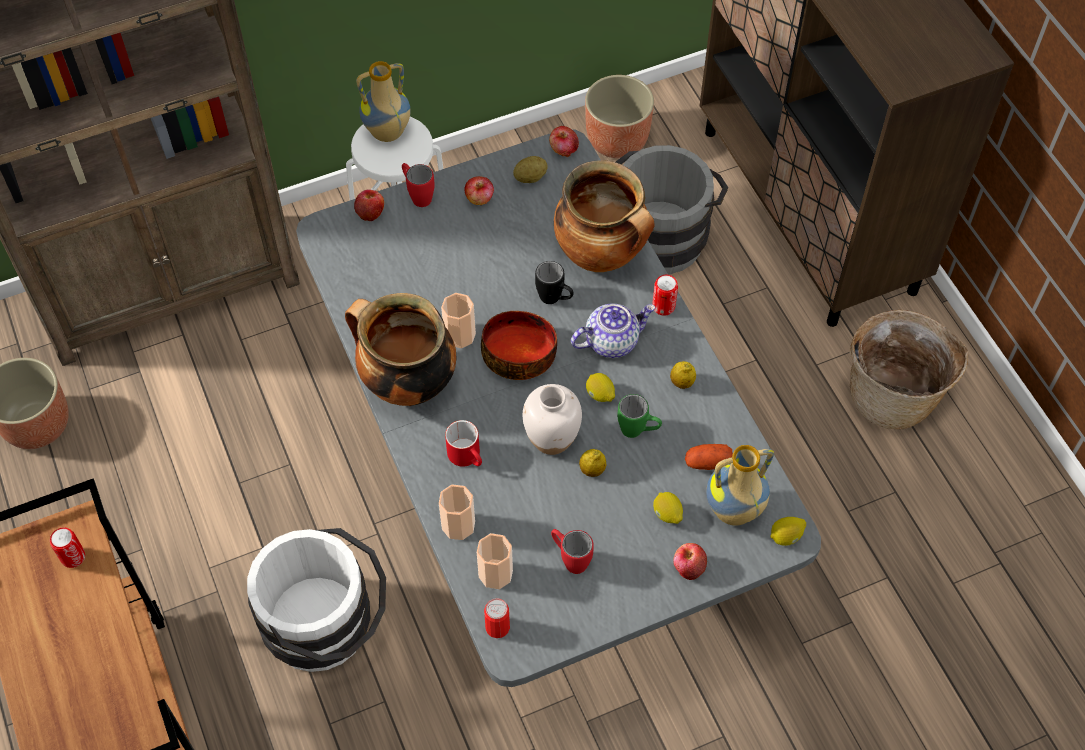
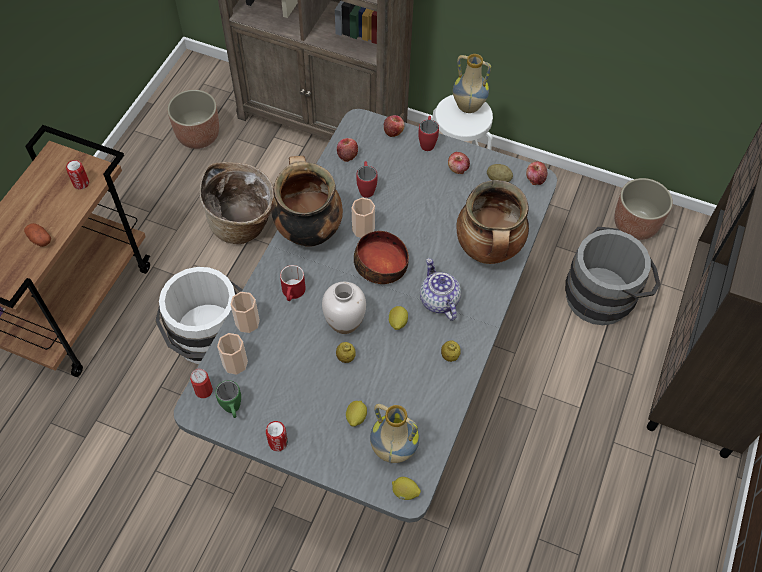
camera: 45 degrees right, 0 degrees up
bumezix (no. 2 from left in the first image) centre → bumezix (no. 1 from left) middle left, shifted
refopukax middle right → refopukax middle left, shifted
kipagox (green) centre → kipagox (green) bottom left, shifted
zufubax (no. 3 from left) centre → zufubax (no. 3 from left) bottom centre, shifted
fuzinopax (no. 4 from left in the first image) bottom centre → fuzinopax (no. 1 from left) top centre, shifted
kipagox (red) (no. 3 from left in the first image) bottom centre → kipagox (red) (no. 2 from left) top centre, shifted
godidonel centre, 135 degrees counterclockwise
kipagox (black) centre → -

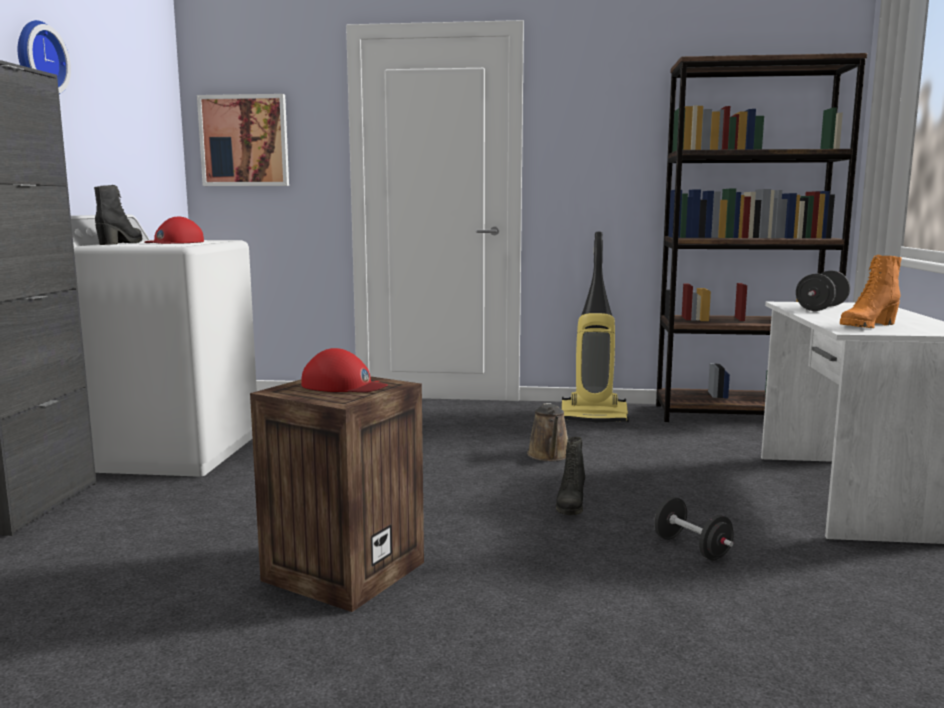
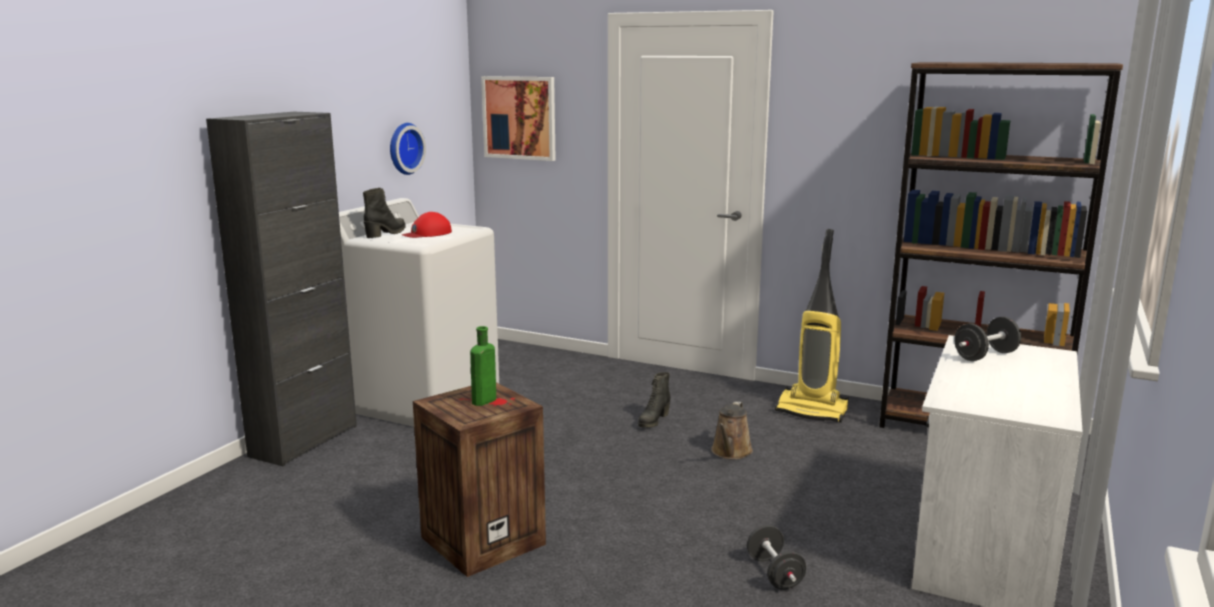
camera: 20 degrees right, 5 degrees up
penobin top left → penobin top centre, shifted
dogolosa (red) (no. 2 from left) centre → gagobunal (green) centre
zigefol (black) (no. 2 from left) bottom centre → zigefol (black) (no. 2 from left) centre, shifted
zigefol (orange) middle right → -

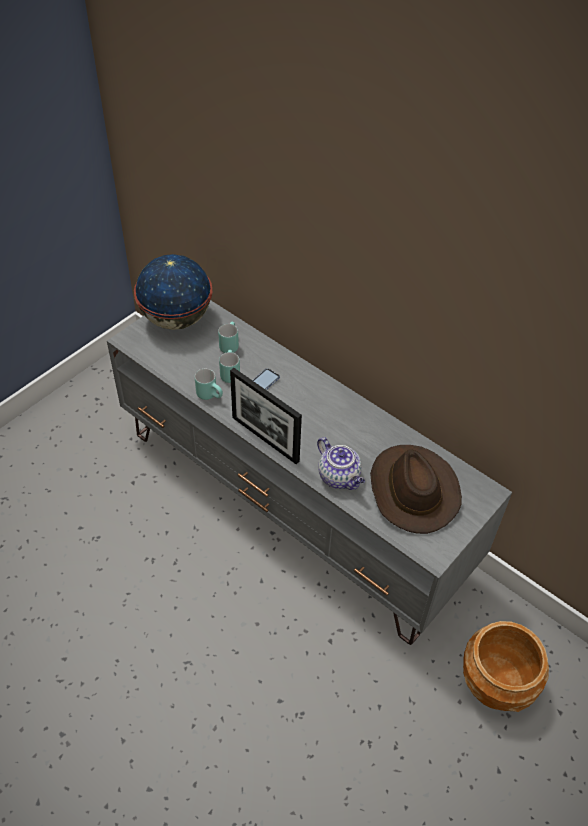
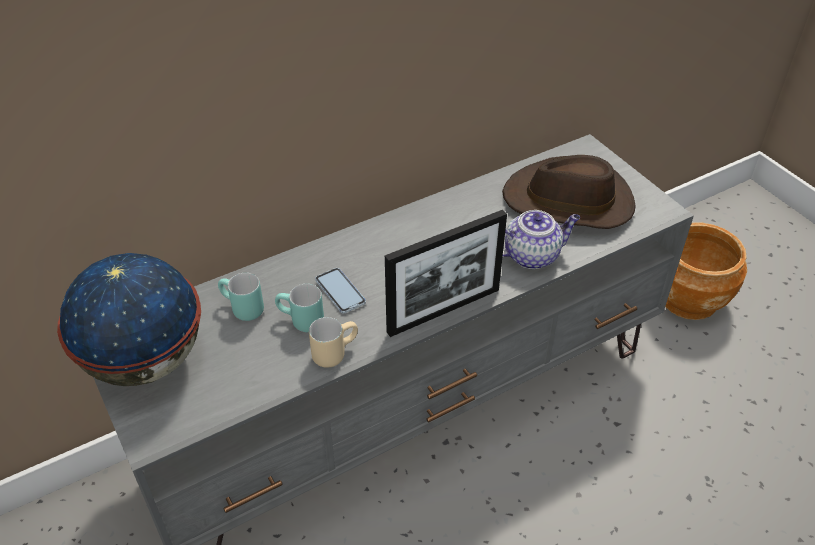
camera: 70 degrees left, 5 degrees down
kipagox (turquoise) (no. 1 from left) centre → kipagox (beige) centre

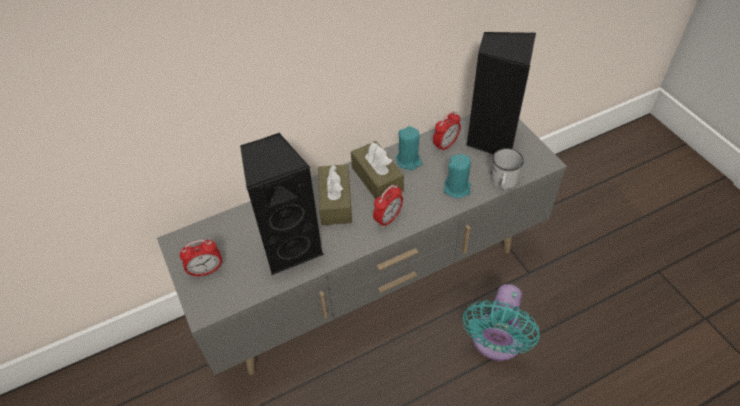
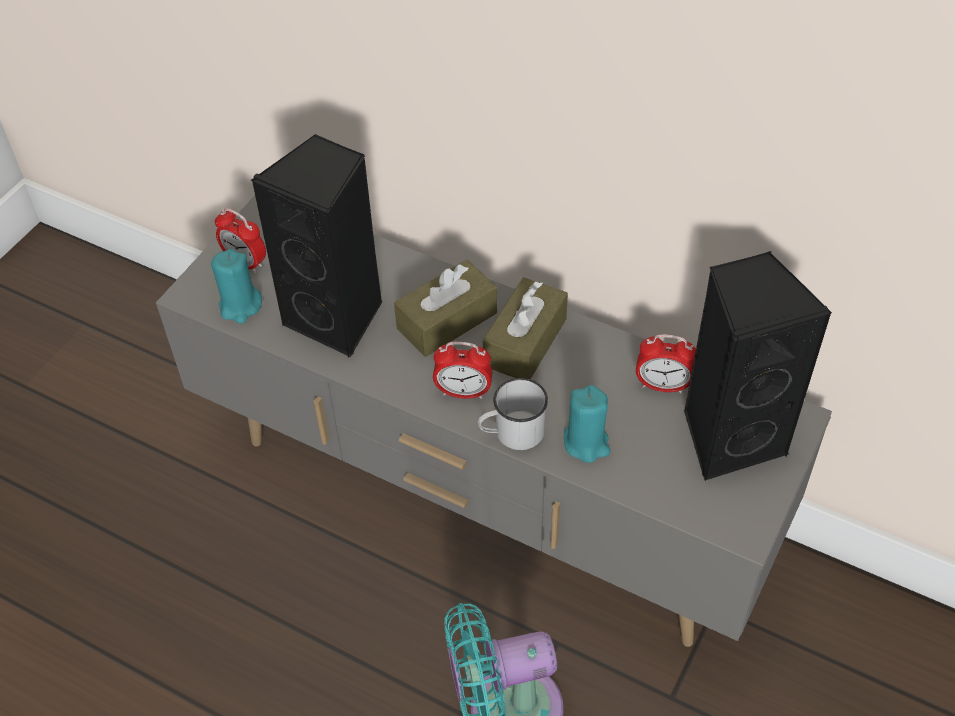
camera: 55 degrees right, 0 degrees up
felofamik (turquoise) (no. 1 from left) centre → felofamik (turquoise) (no. 1 from left) middle left, shifted
kipagox (white) middle right → kipagox (white) centre, shifted

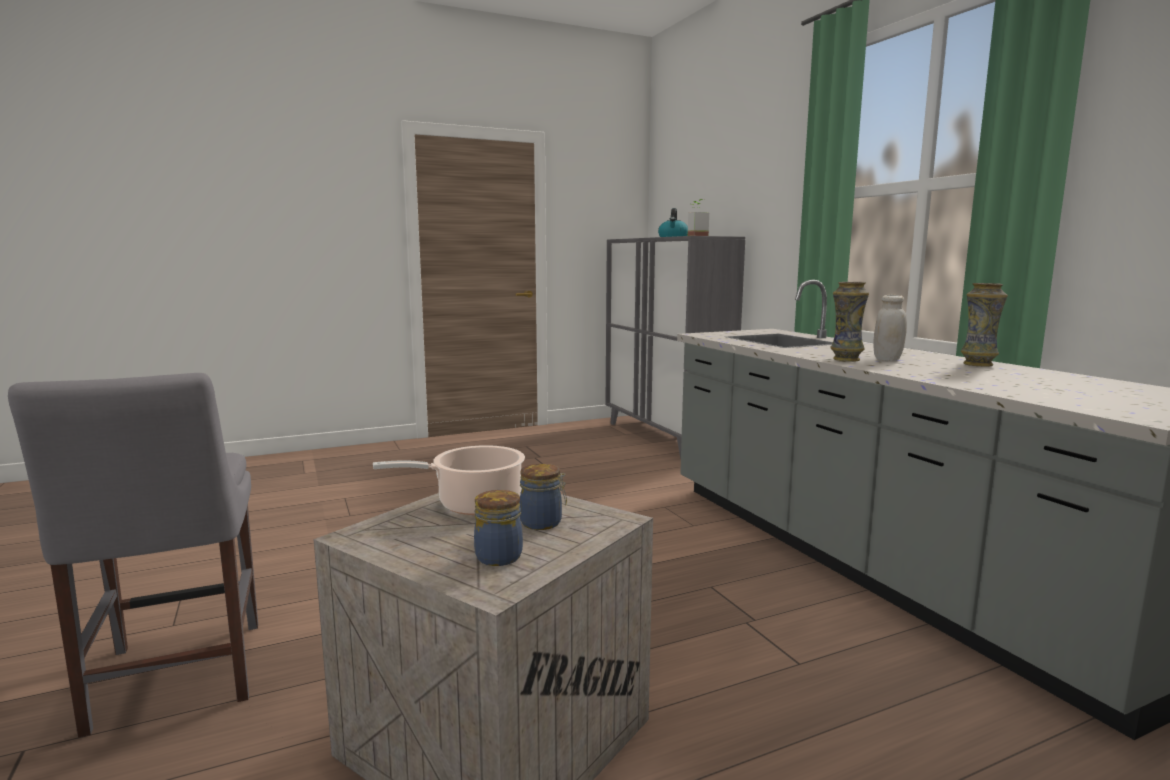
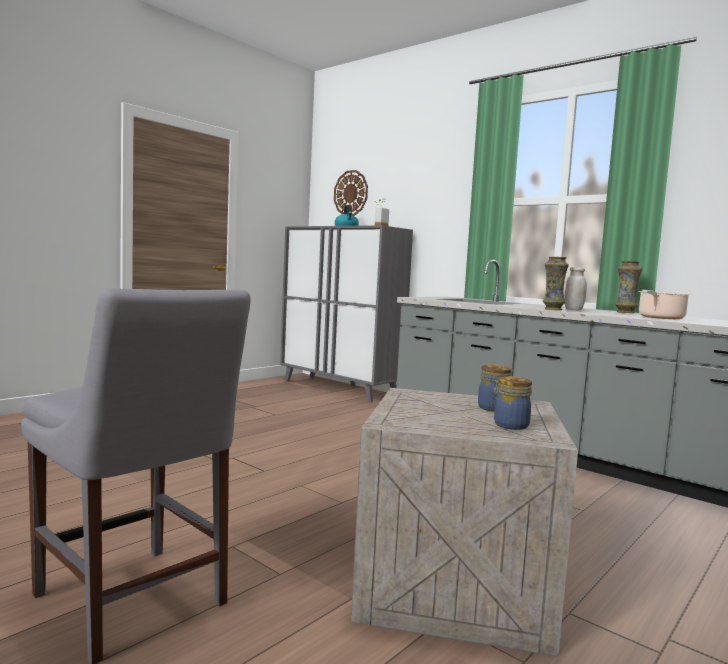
camera: 25 degrees left, 5 degrees down
- → penobin top centre
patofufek centre → patofufek middle right, shifted

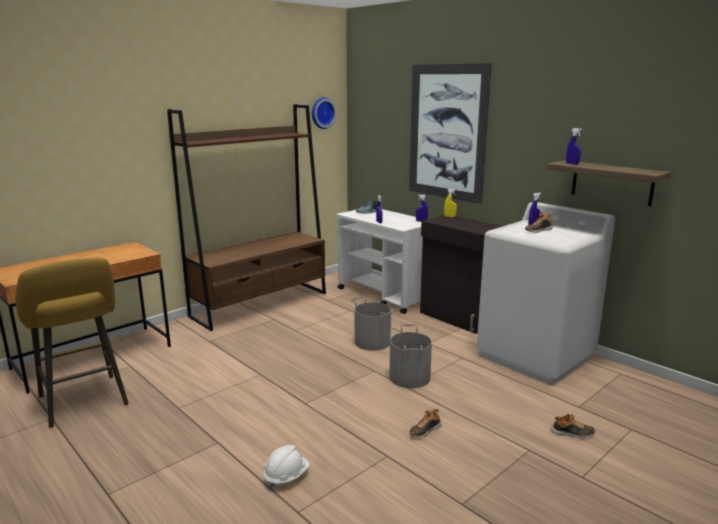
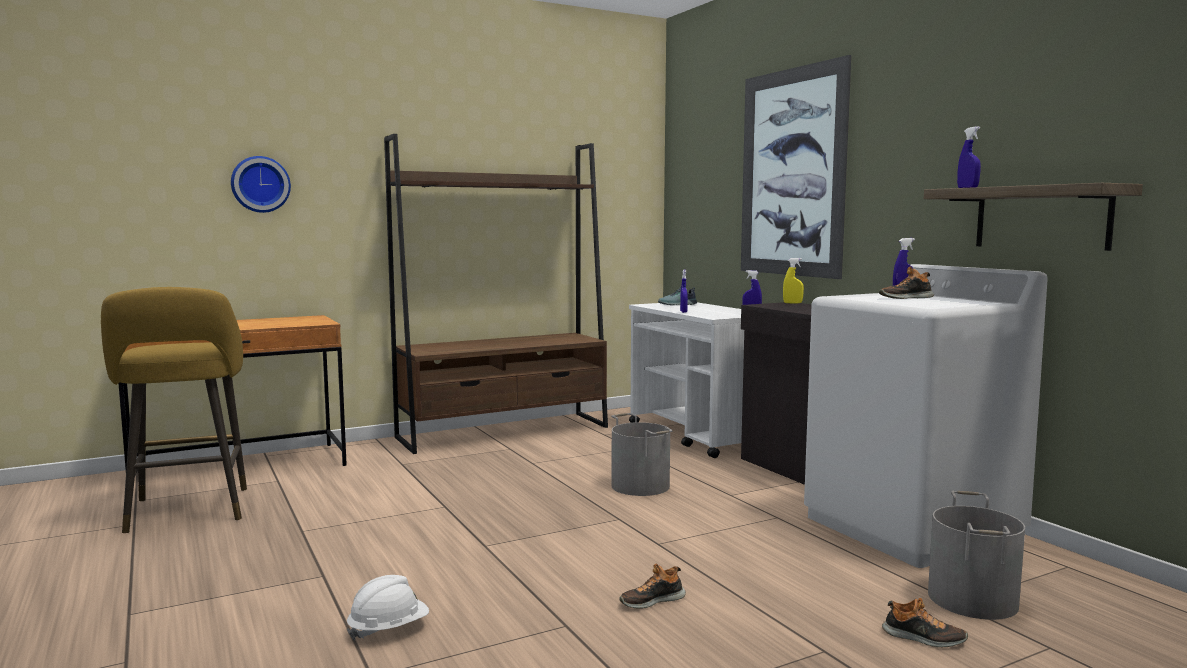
camera: 15 degrees right, 10 degrees down
penobin top centre → penobin top left, shifted
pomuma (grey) (no. 2 from left) bottom centre → pomuma (grey) (no. 2 from left) bottom right, shifted

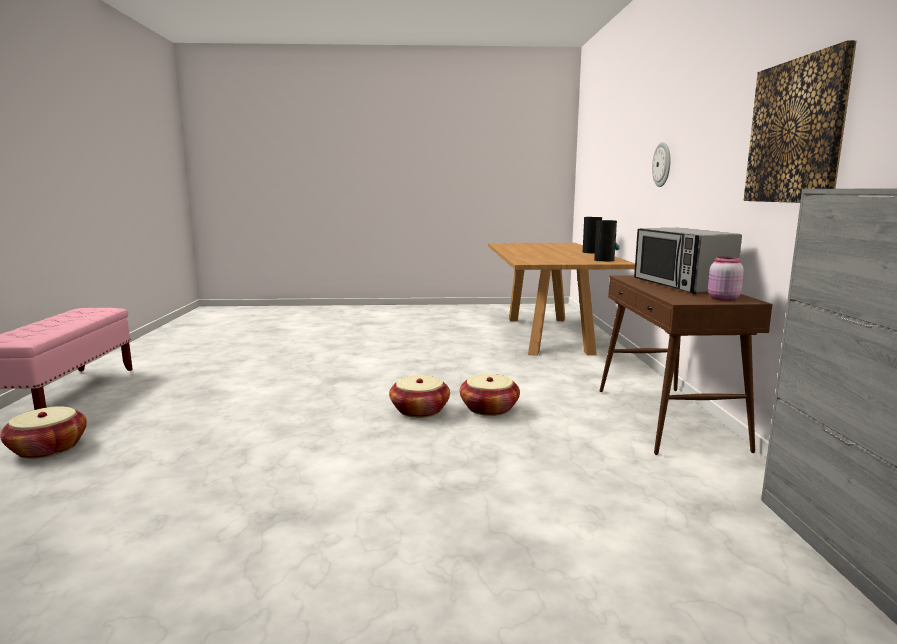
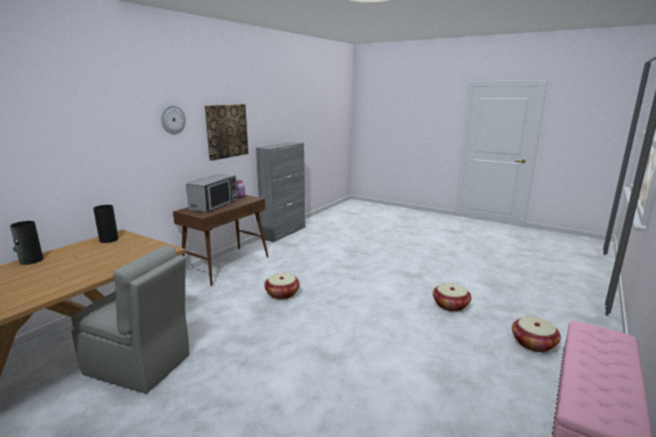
camera: 145 degrees left, 5 degrees up
- → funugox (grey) bottom left
penobin top right → penobin top left, shifted
refopukax (no. 2 from left) centre → refopukax (no. 2 from left) bottom right, shifted

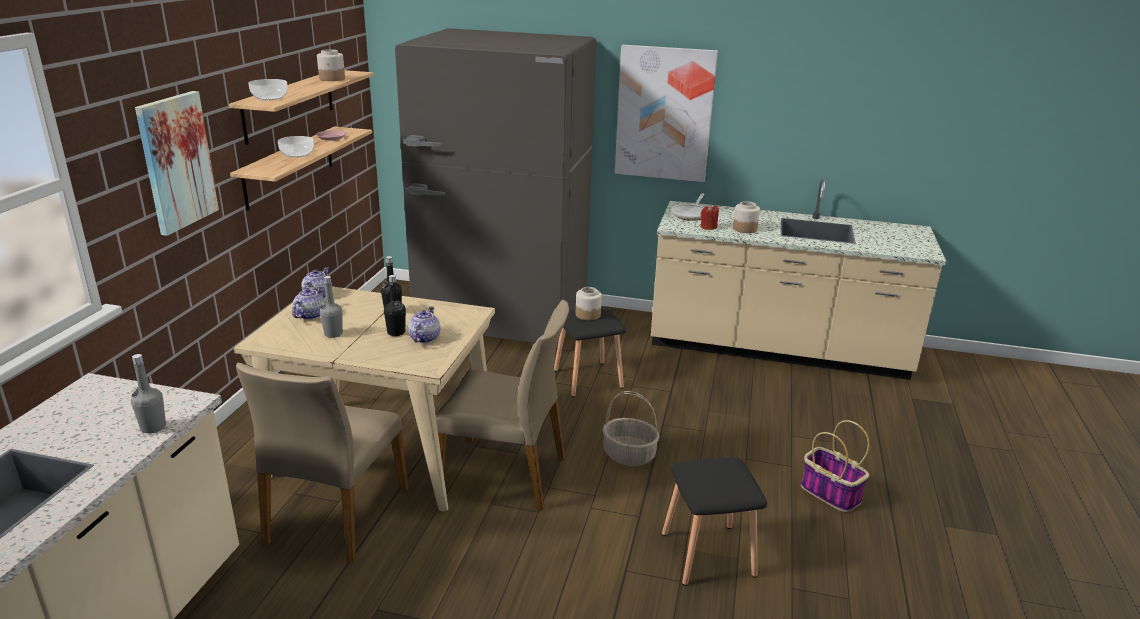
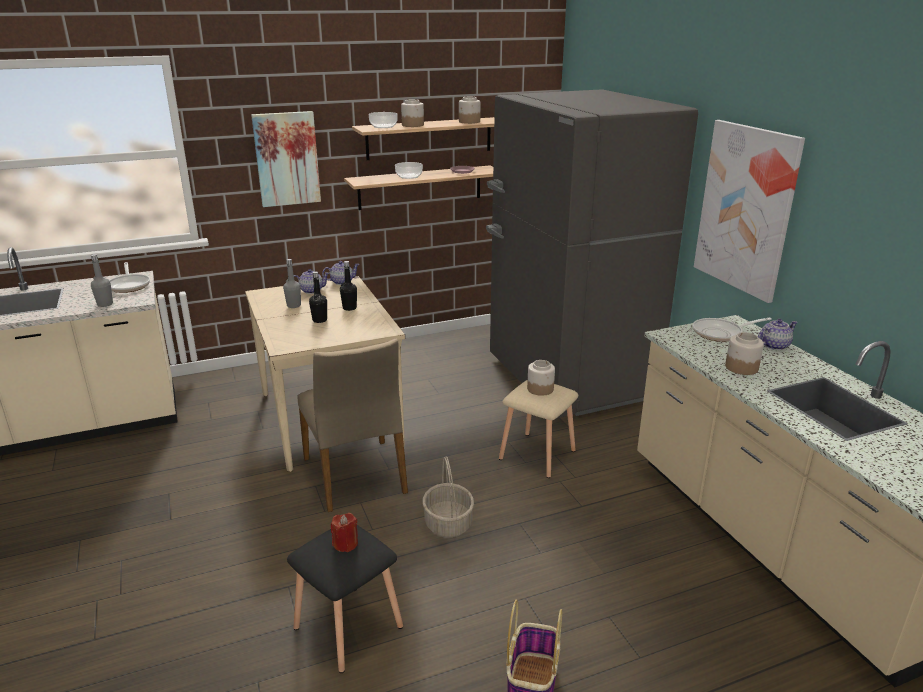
camera: 55 degrees right, 0 degrees up
- → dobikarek (no. 1 from left) middle left
felofamik (red) centre → felofamik (red) bottom centre, shifted
- → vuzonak (no. 1 from left) top centre
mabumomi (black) (no. 1 from left) centre → mabumomi (beige) centre
godidonel (no. 3 from left) centre → godidonel (no. 3 from left) middle right, shifted
funugox (beige) (no. 1 from left) bottom left → -

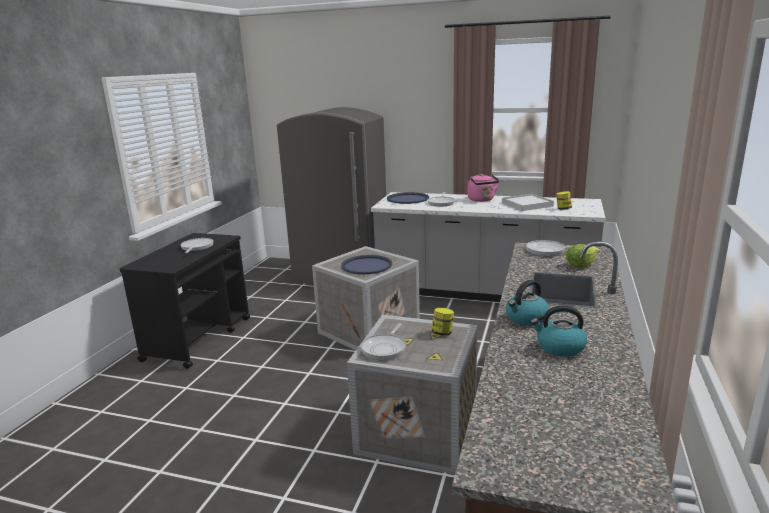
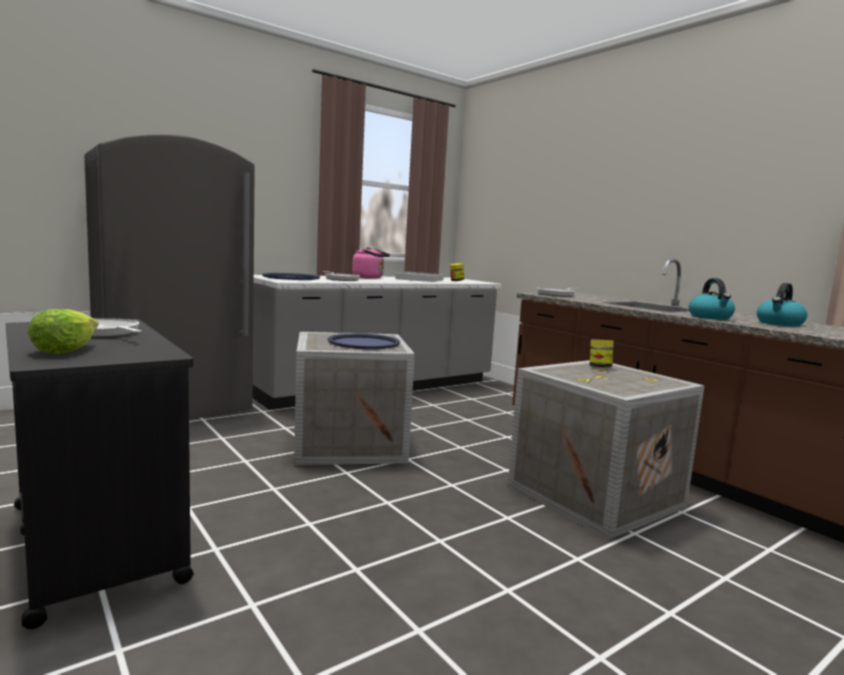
camera: 55 degrees left, 10 degrees down
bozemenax middle right → bozemenax middle left, shifted
dobikarek (no. 2 from left) centre → -

